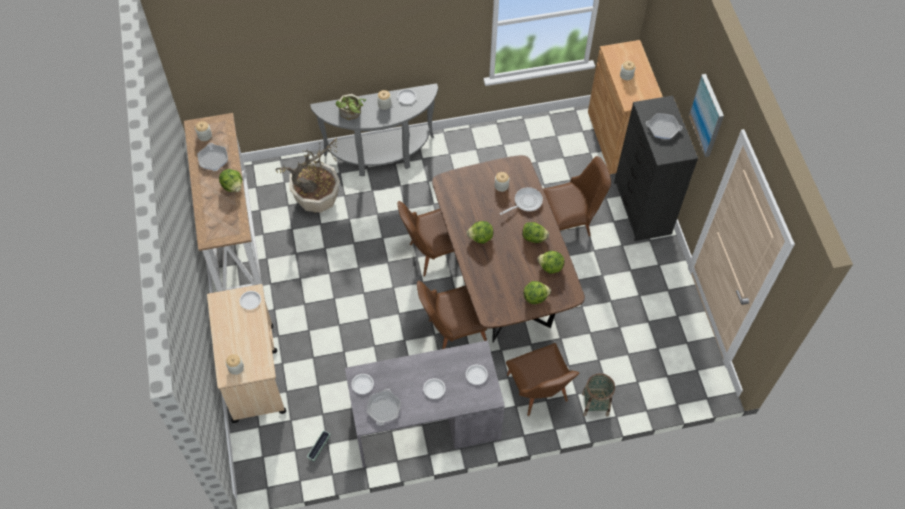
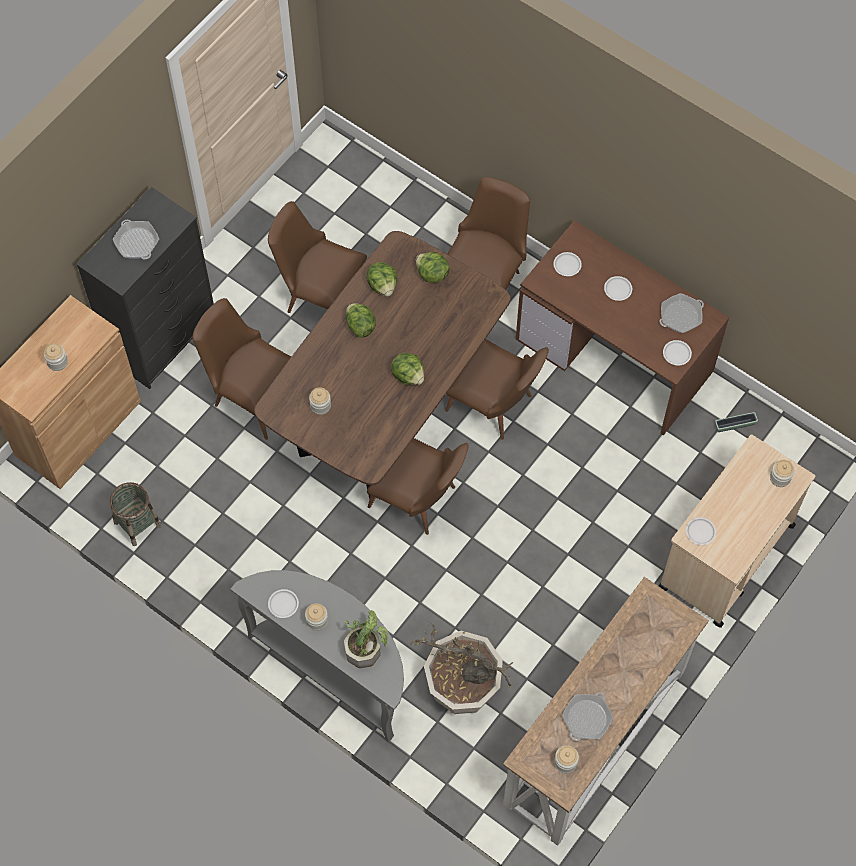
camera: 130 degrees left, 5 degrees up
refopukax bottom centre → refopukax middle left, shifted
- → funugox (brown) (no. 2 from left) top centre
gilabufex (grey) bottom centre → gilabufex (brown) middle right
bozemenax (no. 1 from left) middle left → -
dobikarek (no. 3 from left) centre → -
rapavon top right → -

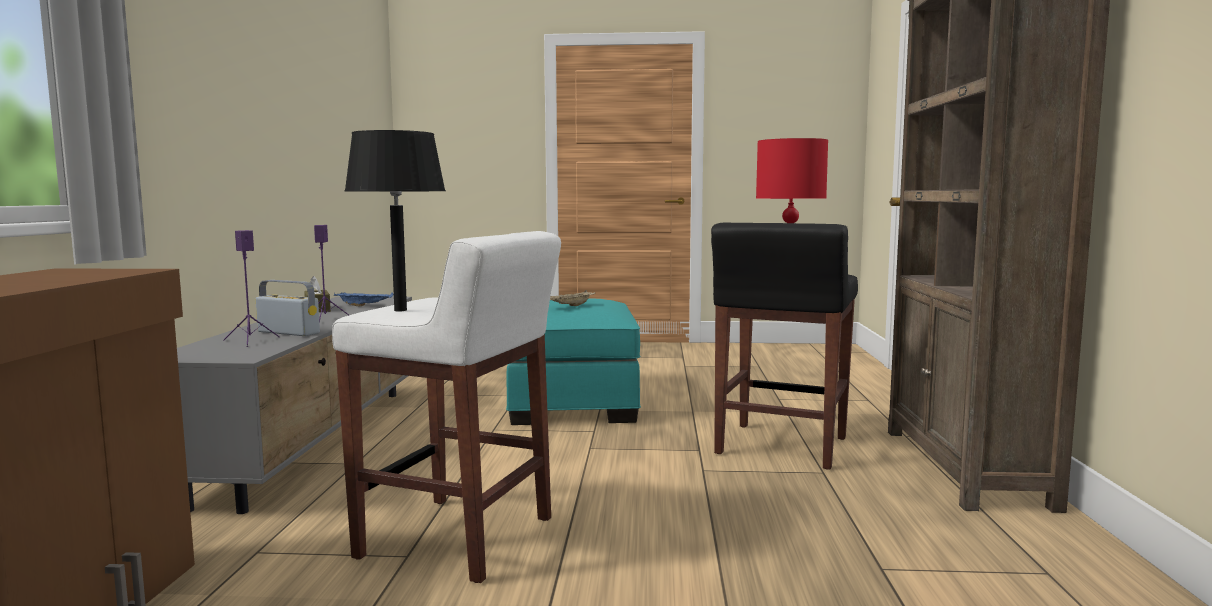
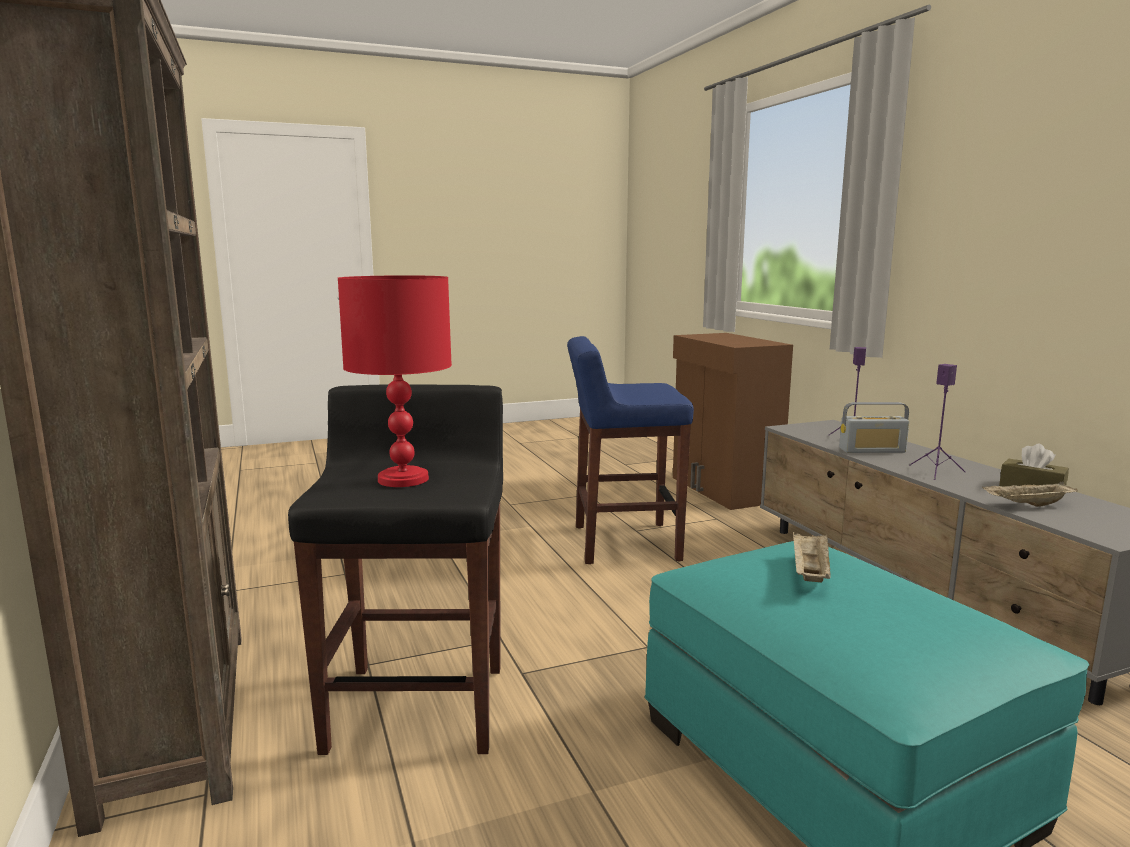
camera: 155 degrees right, 5 degrees up
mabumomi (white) bottom centre → mabumomi (blue) centre
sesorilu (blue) middle left → sesorilu (beige) (no. 2 from left) middle right
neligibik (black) middle left → -

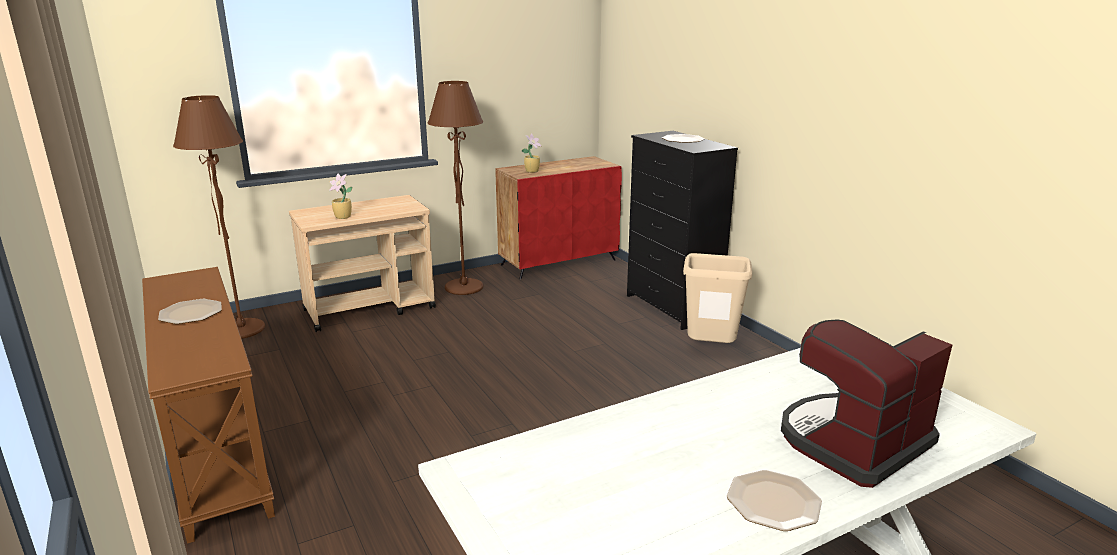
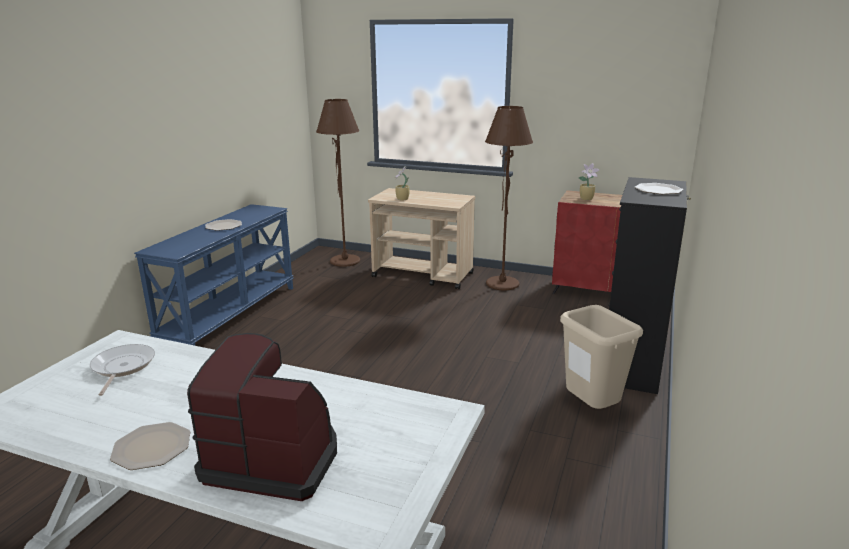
camera: 50 degrees right, 0 degrees up
- → dobikarek bottom left
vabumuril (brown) bottom left → vabumuril (blue) middle left

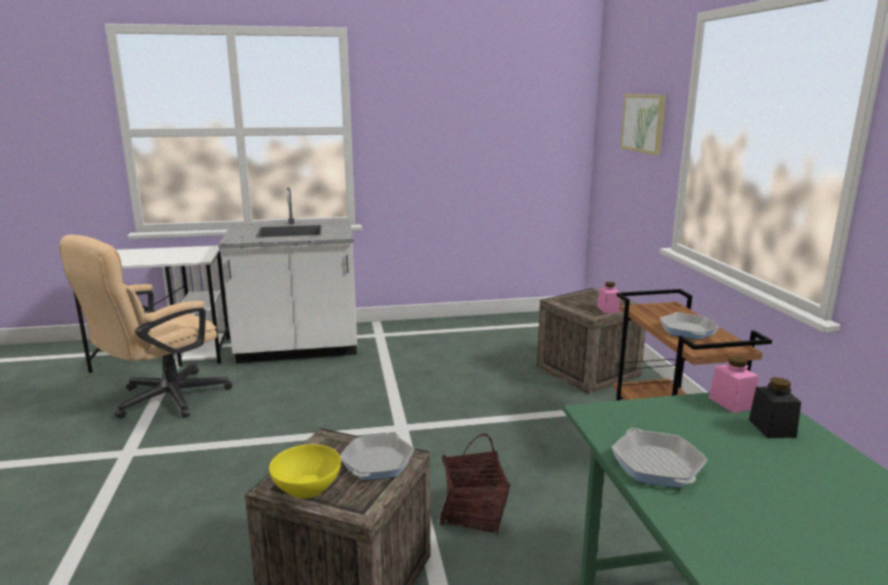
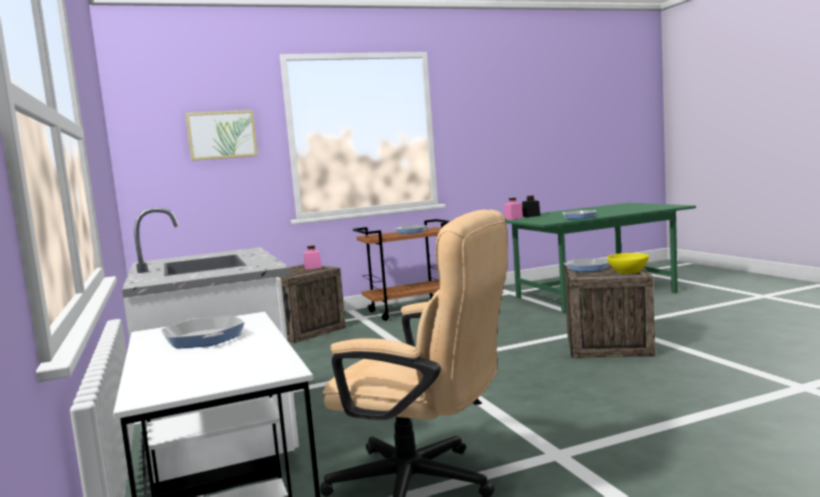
camera: 100 degrees left, 10 degrees down
- → dobikarek (no. 1 from left) bottom left
refopukax bottom centre → -

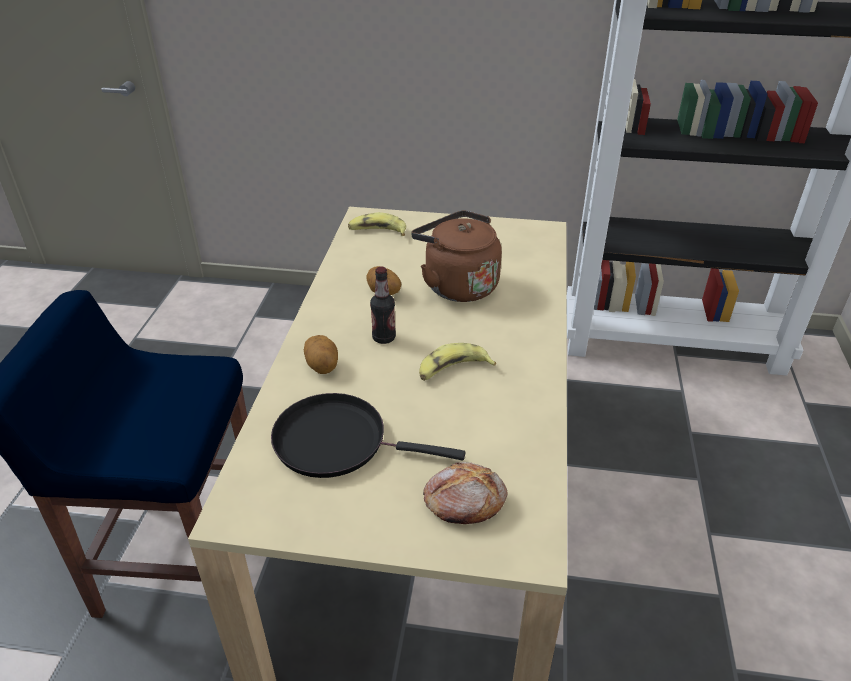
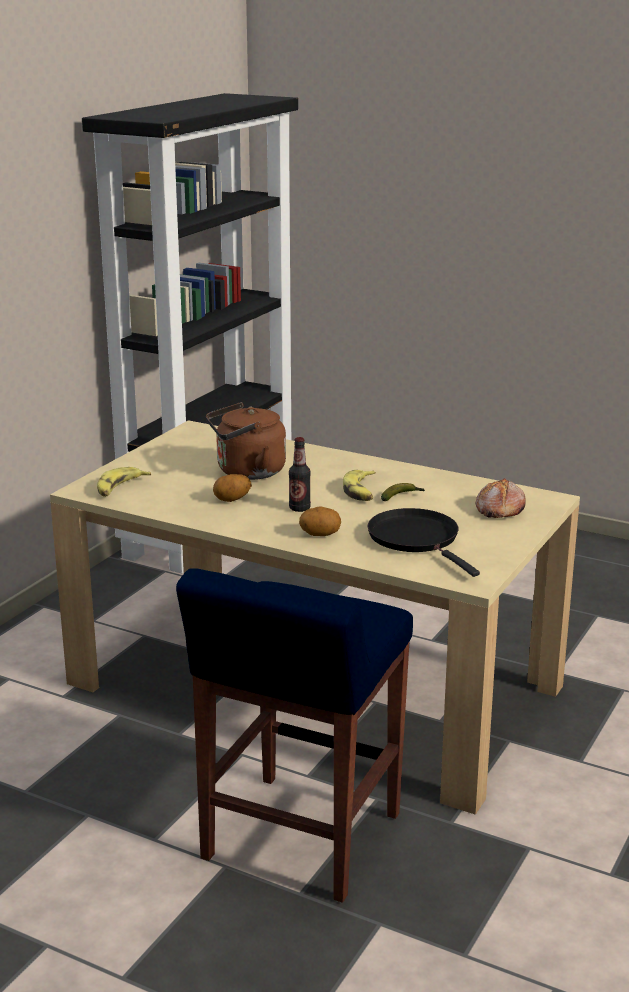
camera: 70 degrees left, 15 degrees down
dobikarek (black) centre → dobikarek (black) middle right, 120 degrees clockwise
- → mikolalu (no. 3 from left) centre

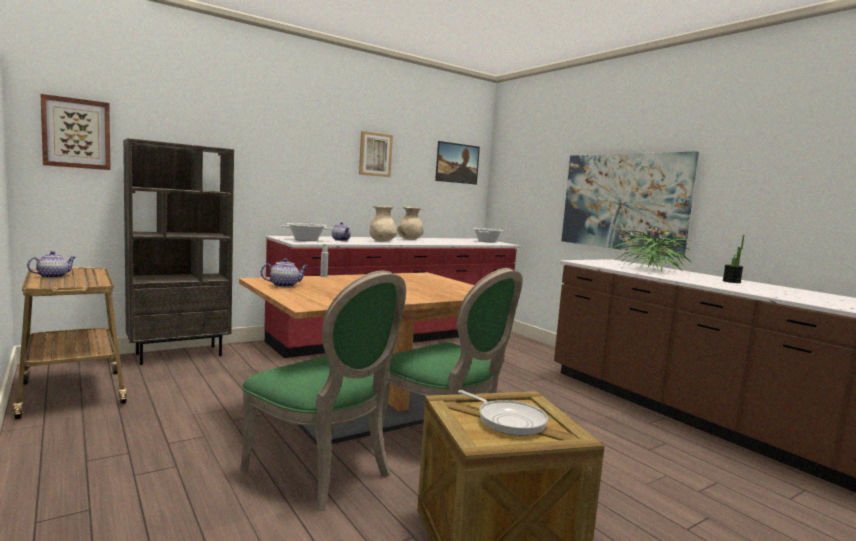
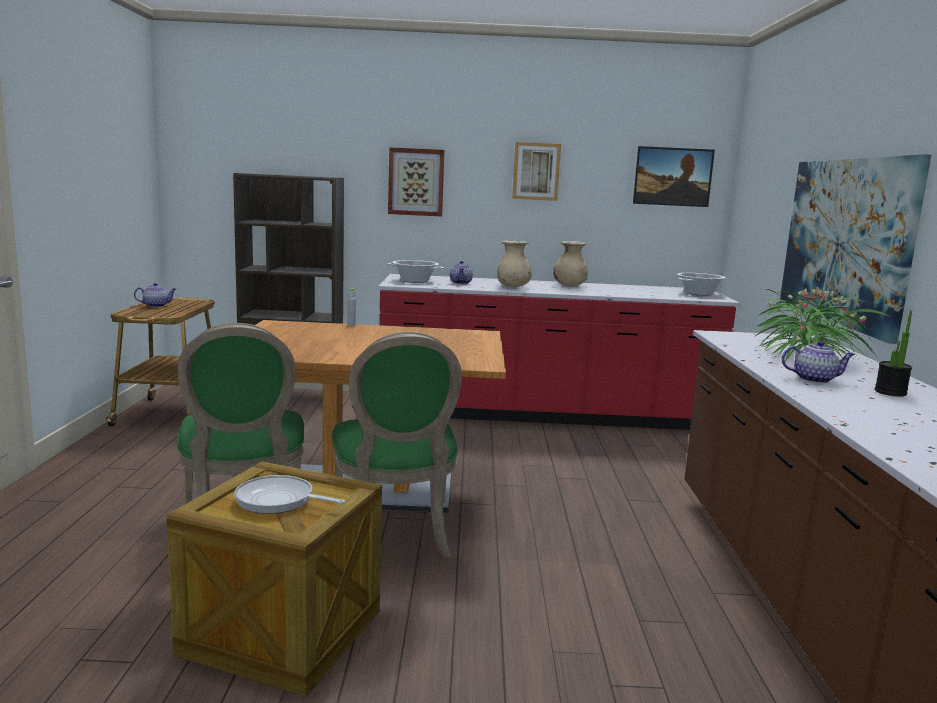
camera: 35 degrees right, 5 degrees up
dobikarek bottom centre → dobikarek bottom left, 120 degrees clockwise
rapavon (no. 1 from left) top left → rapavon (no. 1 from left) top centre, shifted
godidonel (no. 2 from left in the first image) middle left → godidonel (no. 3 from left) middle right, shifted

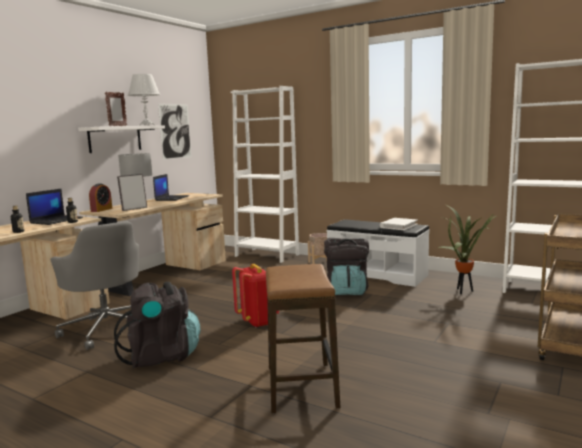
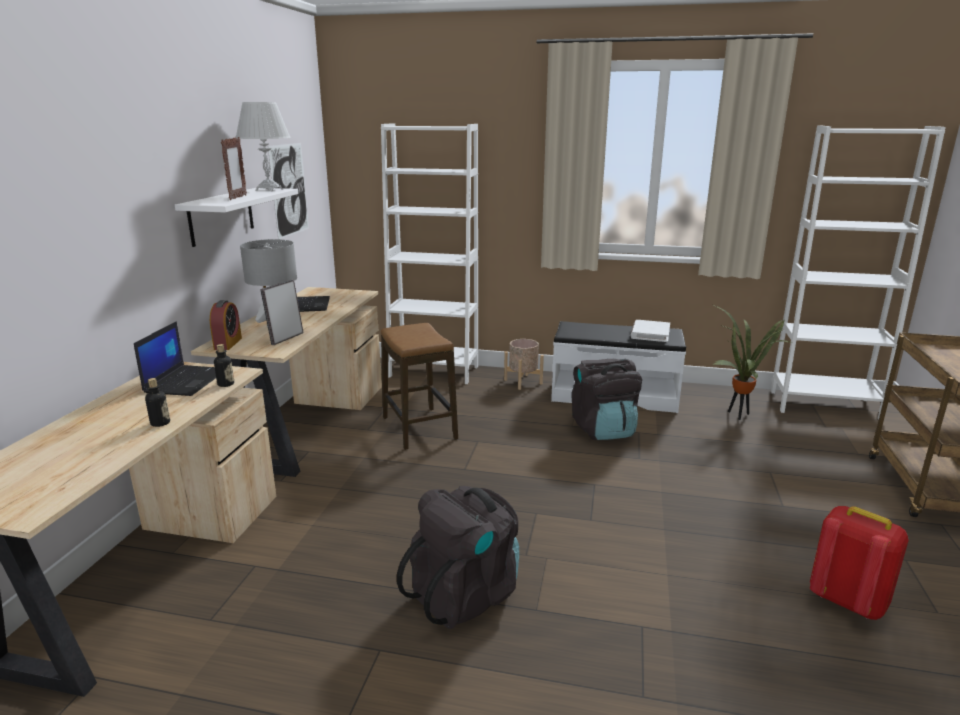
camera: 20 degrees left, 10 degrees up
mabumomi bottom centre → mabumomi centre, shifted
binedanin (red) centre → binedanin (red) bottom right, shifted
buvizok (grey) middle left → -

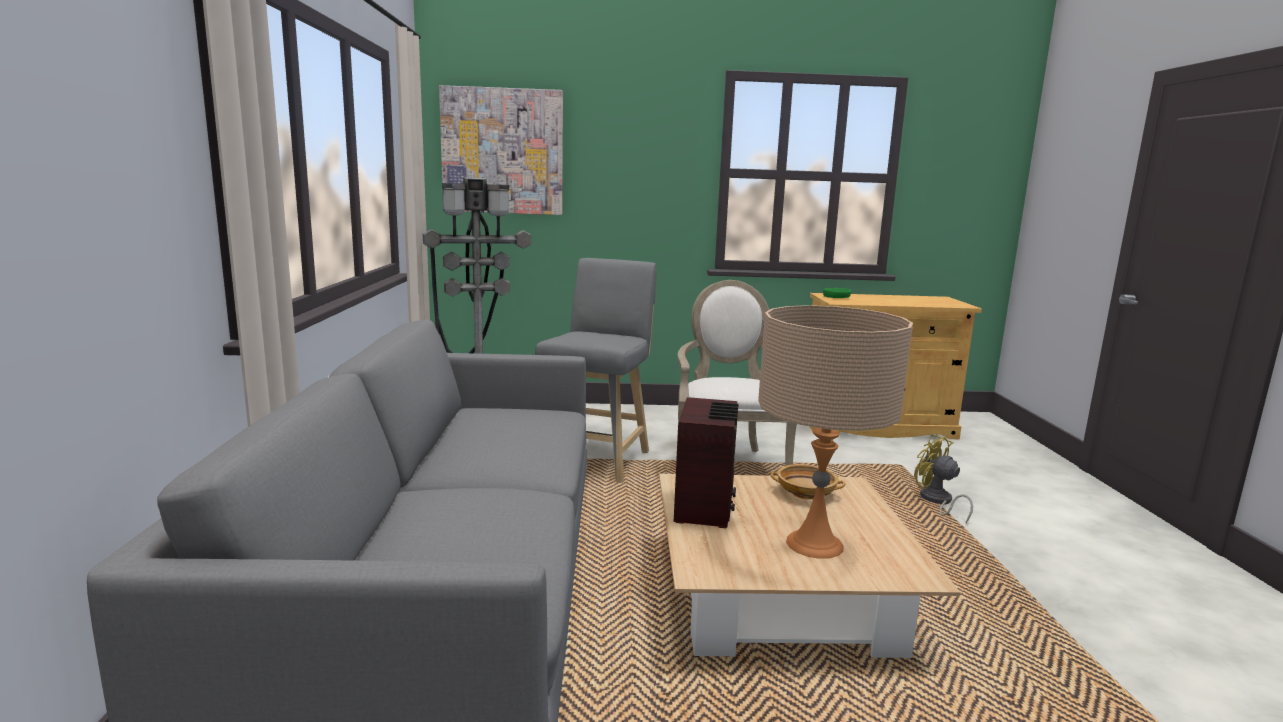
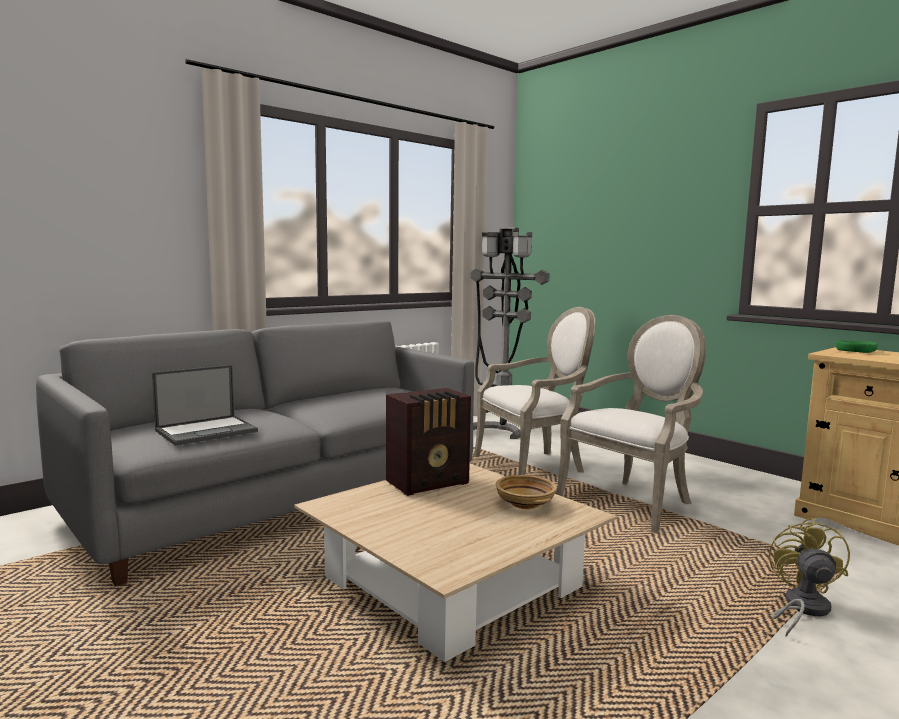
camera: 50 degrees right, 5 degrees down
- → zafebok middle left
mabumomi (grey) centre → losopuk (no. 1 from left) centre
rapavon top centre → -
neligibik (beige) centre → -

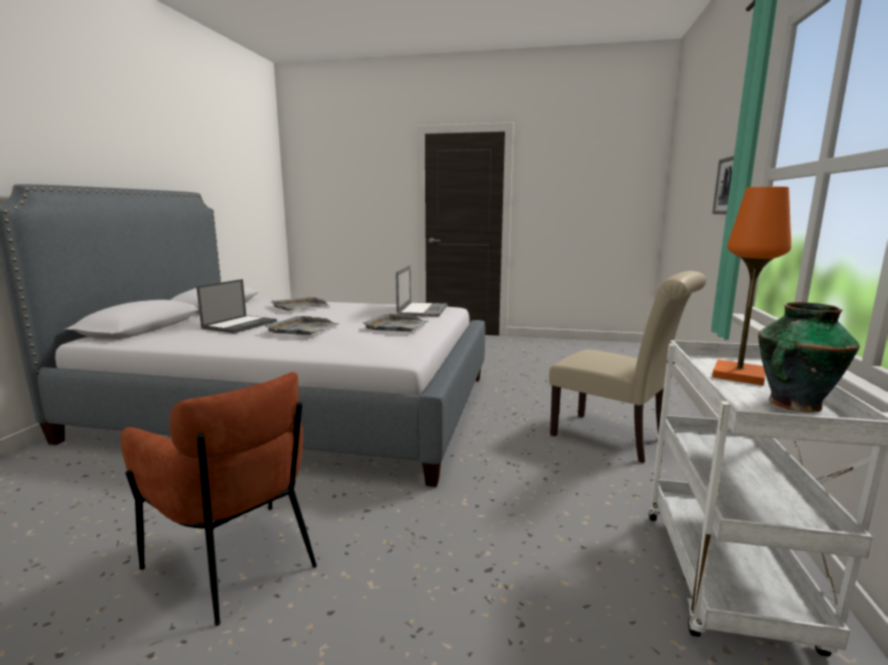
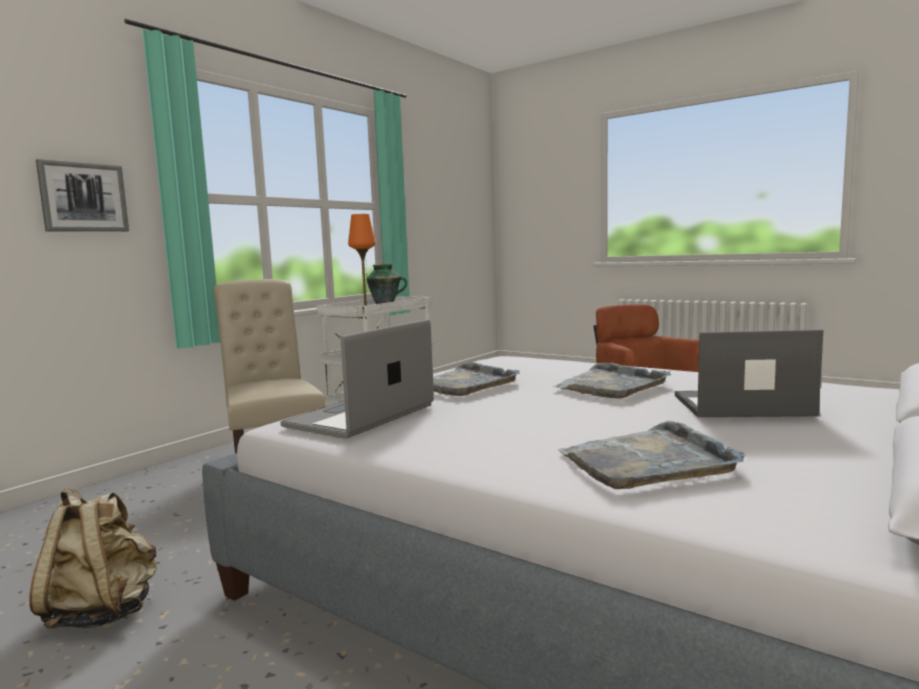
camera: 155 degrees left, 5 degrees down
- → binedanin (beige) bottom left
zafebok (no. 1 from left in the first image) middle left → zafebok (no. 2 from left) middle right, 45 degrees clockwise

